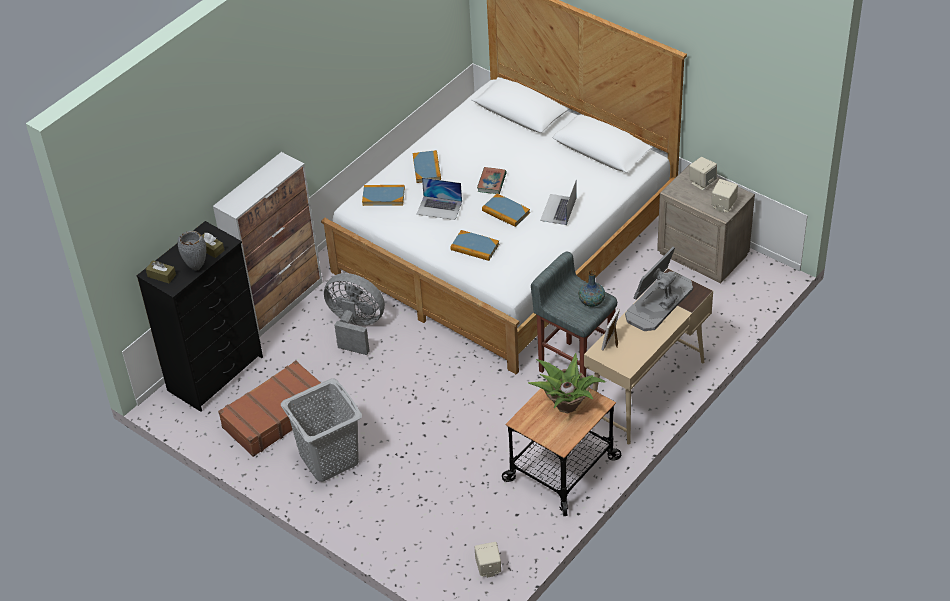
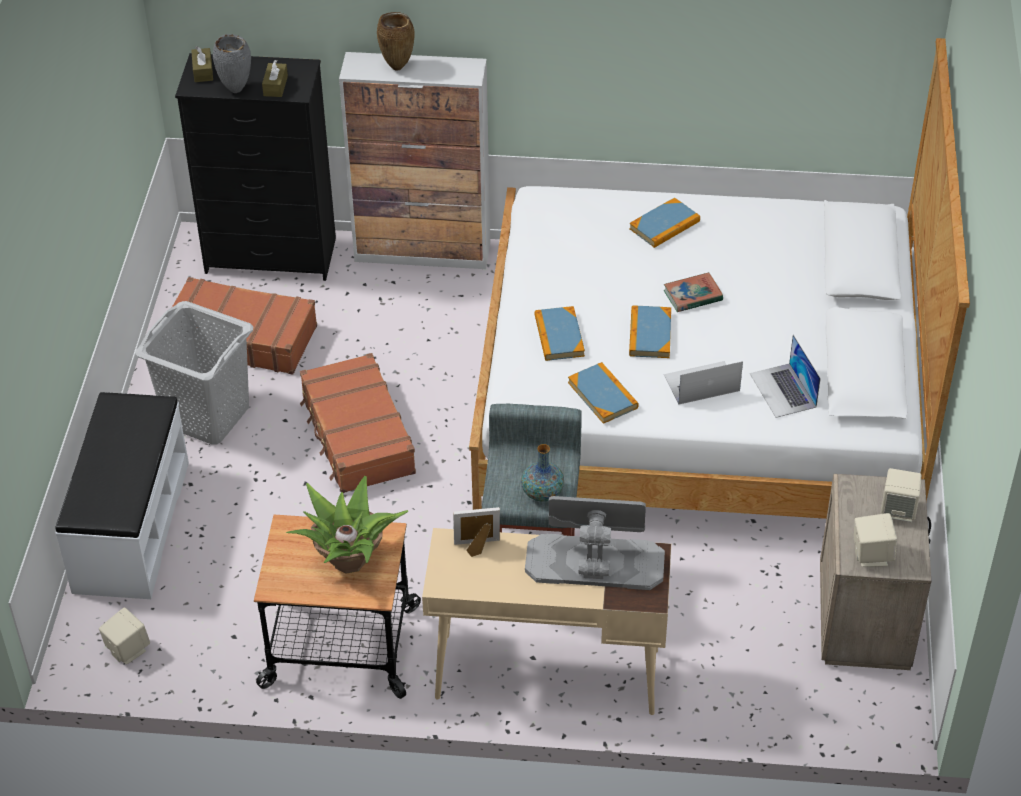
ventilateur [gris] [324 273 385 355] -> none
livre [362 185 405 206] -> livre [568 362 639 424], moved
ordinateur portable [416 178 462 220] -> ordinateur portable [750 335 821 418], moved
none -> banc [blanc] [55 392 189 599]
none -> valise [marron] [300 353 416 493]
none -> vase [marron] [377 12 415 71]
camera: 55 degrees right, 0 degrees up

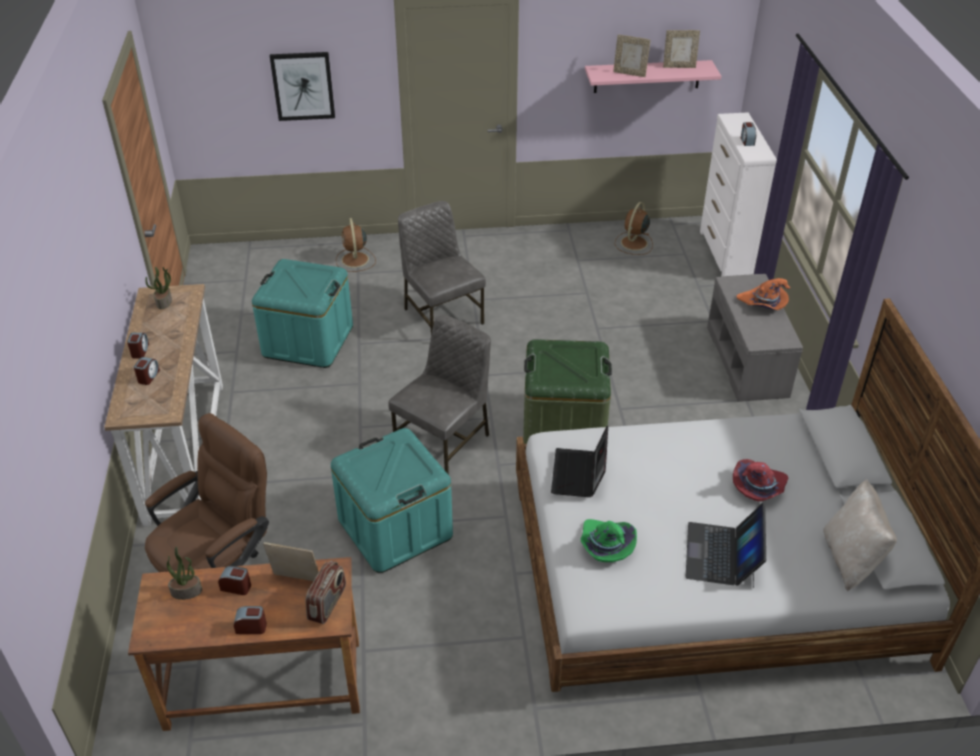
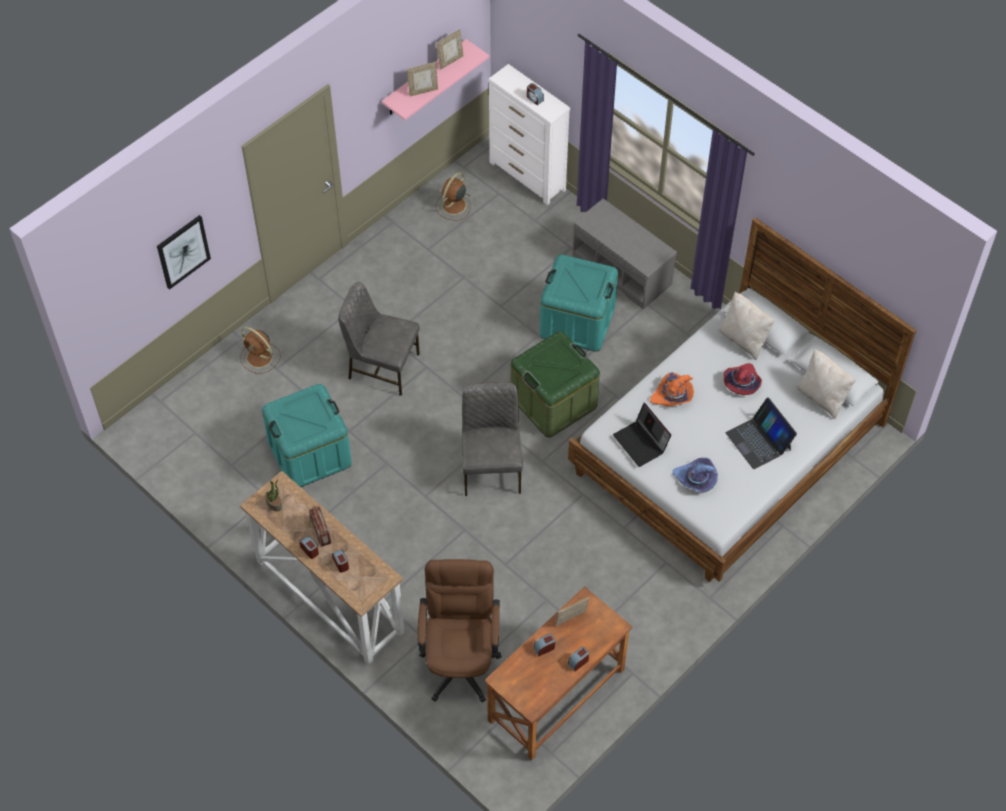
plante en pot [167 546 202 600] -> none
radio [305 561 346 624] -> radio [309 506 331 547], moved
boîte de rangement [turquoise] [331 428 453 573] -> boîte de rangement [turquoise] [540 254 618 352], moved
chapeau [vert] [581 519 637 562] -> chapeau [violet] [673 458 718 492]
ventilateur [marron] [615 202 653 255] -> ventilateur [marron] [435 172 471 221], 45 degrees clockwise
chapeau [orange] [736 278 790 310] -> chapeau [orange] [650 372 694 406], moved
none -> coussin [beige] [718 291 775 360]
camera: 40 degrees left, 15 degrees up

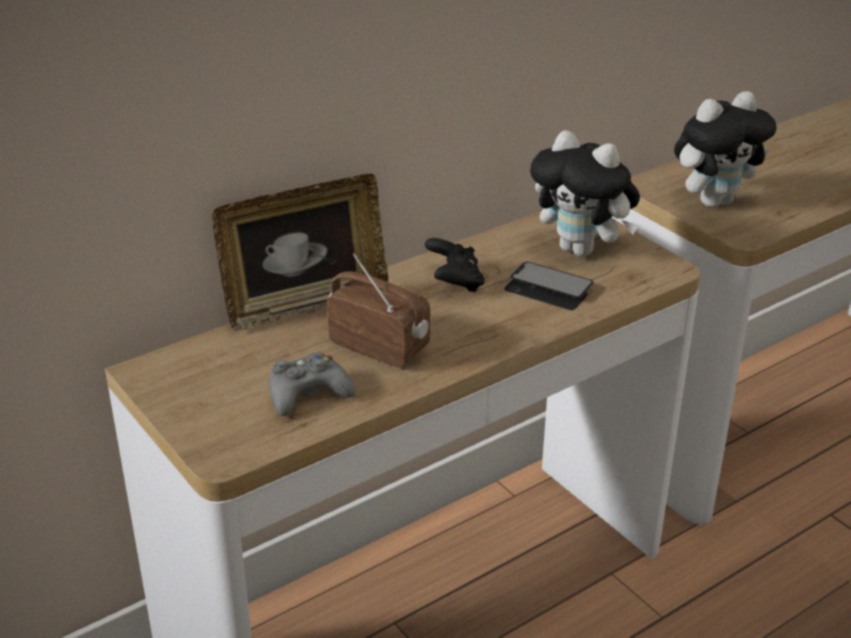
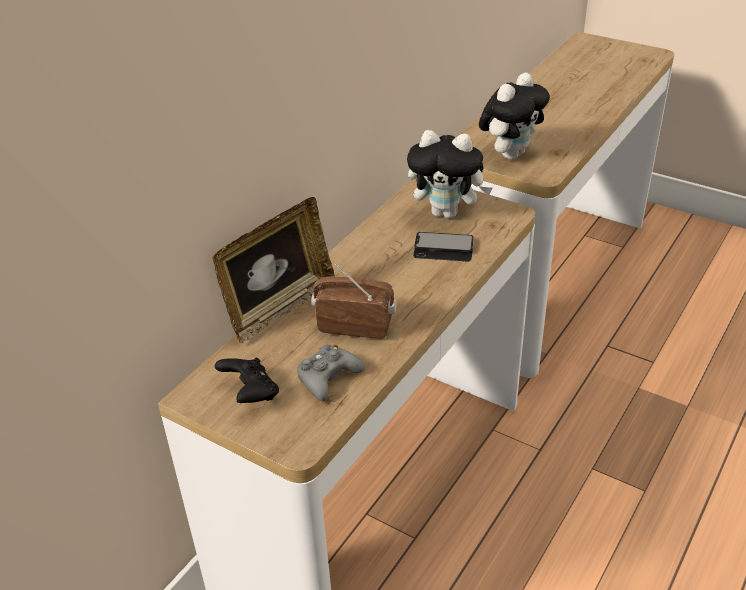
manette [noir] [425 238 485 292] -> manette [noir] [215 358 279 403], moved
camera: 20 degrees left, 5 degrees up

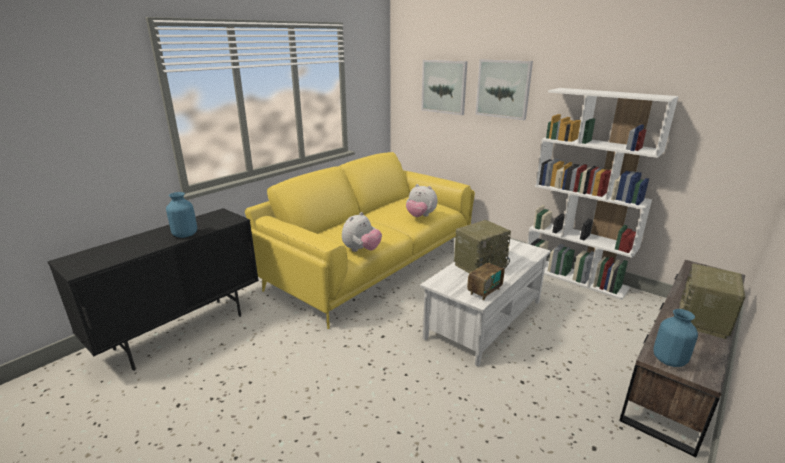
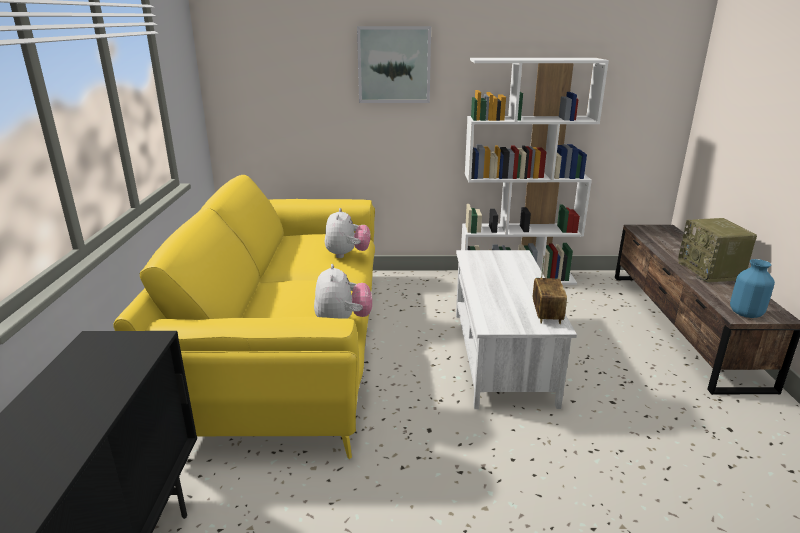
vase [bleu] [166 192 197 238] -> none
peluche [406 184 438 217] -> peluche [325 208 370 258], 75 degrees counterclockwise
tableau [421 60 468 115] -> none
radio [454 220 511 273] -> none
camera: 40 degrees left, 0 degrees up

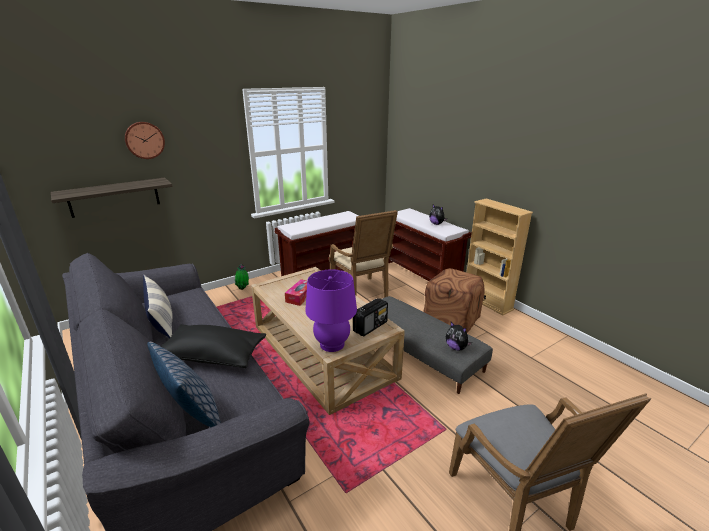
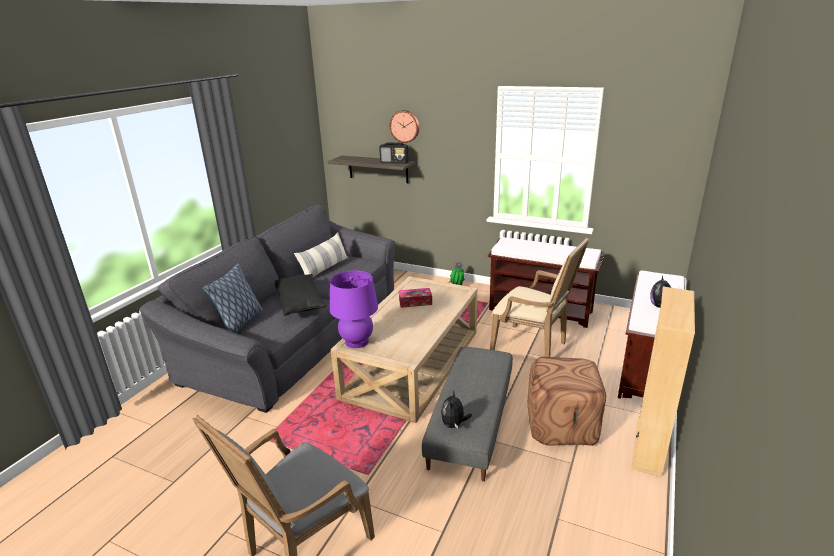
fauteuil [beige] [329 210 398 298] -> fauteuil [beige] [490 238 589 357], 90 degrees counterclockwise
radio [353 298 388 337] -> radio [379 143 408 164], moved
camera: 60 degrees right, 0 degrees up

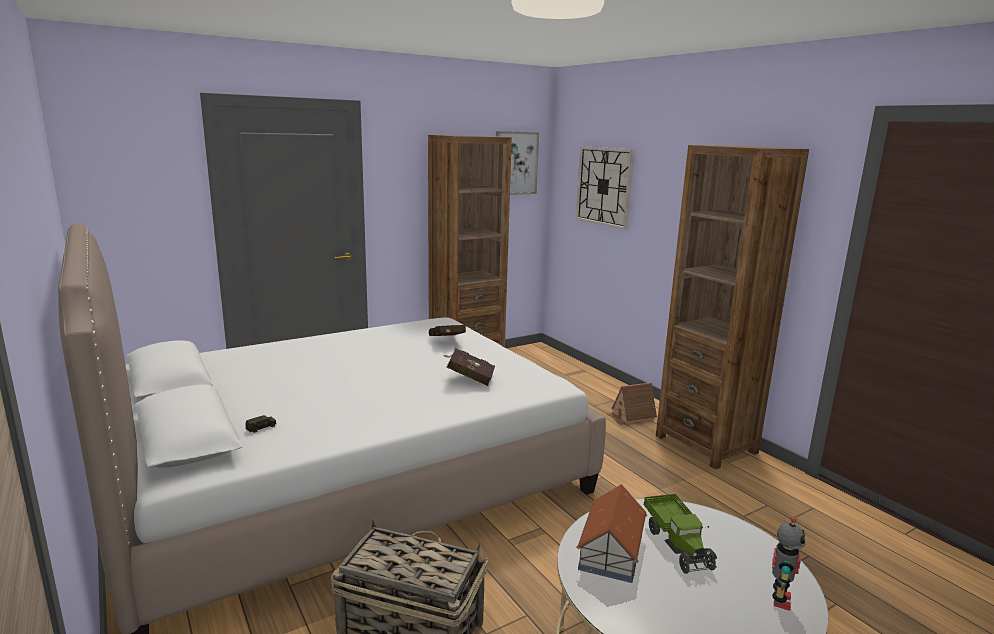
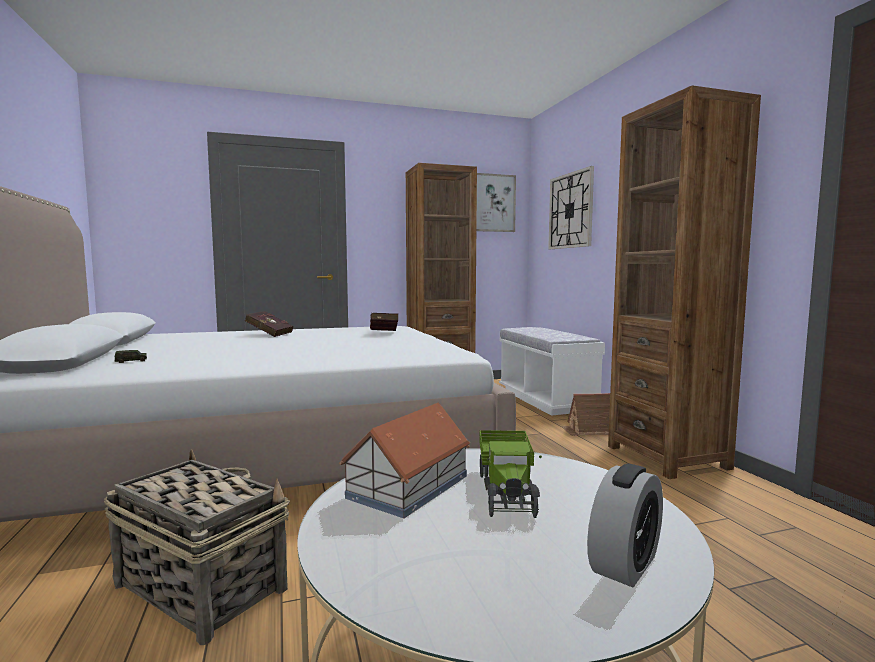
livre [rouge] [444 348 495 386] -> livre [rouge] [245 311 293 337], moved
robot jouet [772 517 806 611] -> réveil [587 463 663 587]
none -> banc [blanc] [499 327 605 416]
camera: 15 degrees right, 10 degrees down

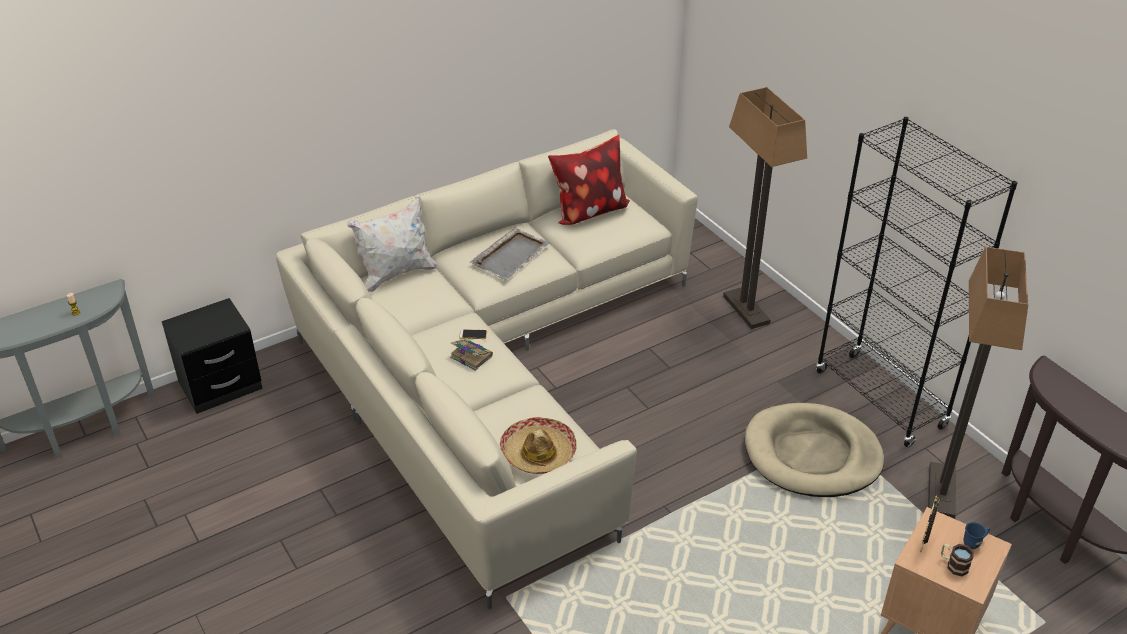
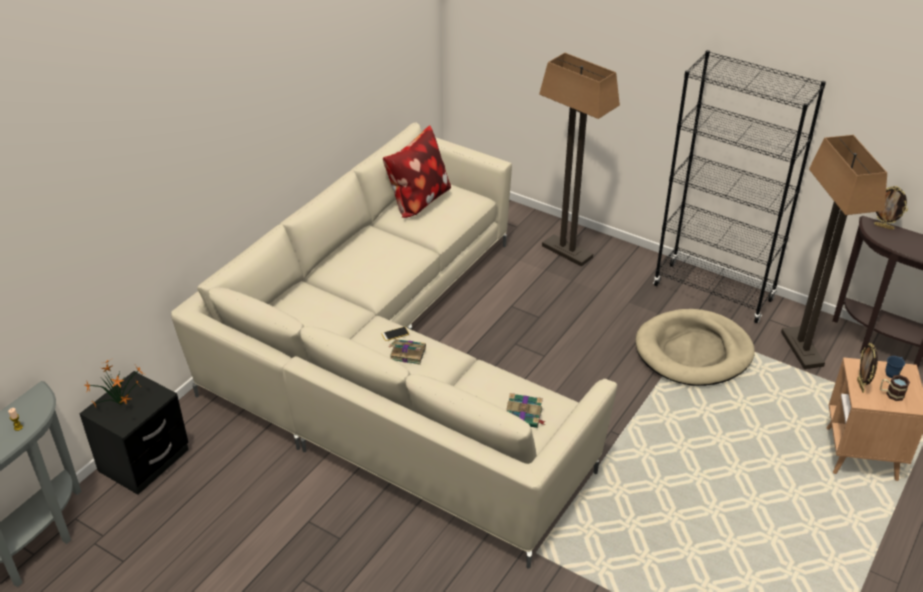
coussin [blanc] [347 196 437 292] -> none
plateau [gris] [470 227 550 281] -> none
chapeau [500 417 577 474] -> livre [506 393 546 428]
none -> plante en pot [85 360 144 408]
none -> cadre photo [874 186 908 230]
camera: 25 degrees left, 0 degrees up

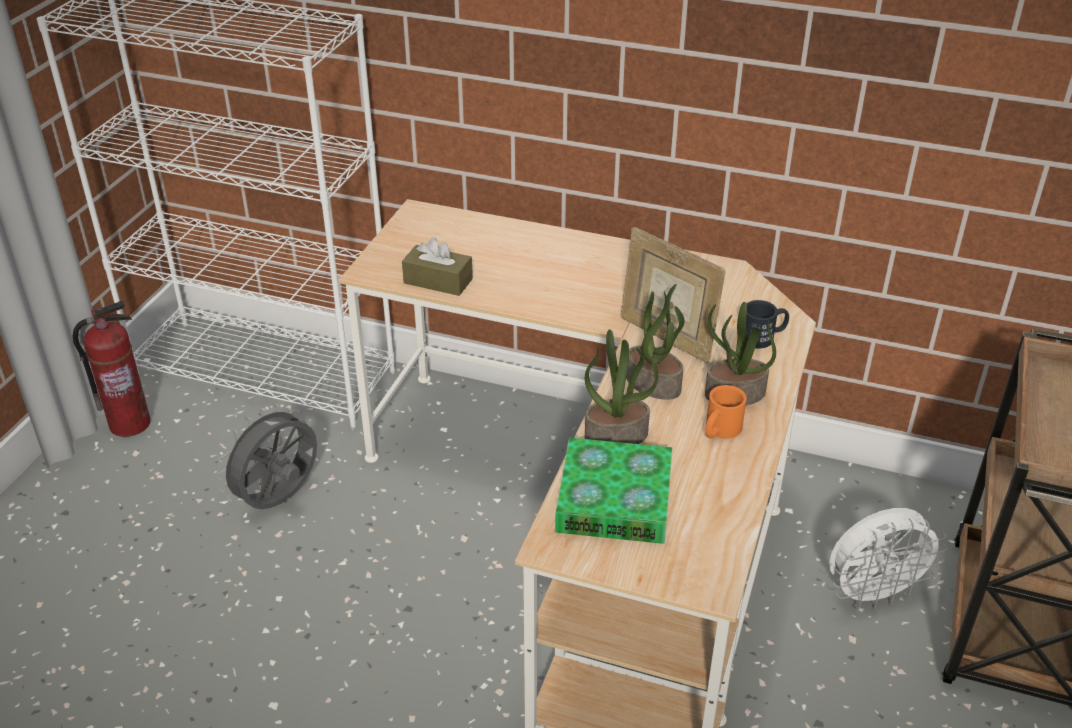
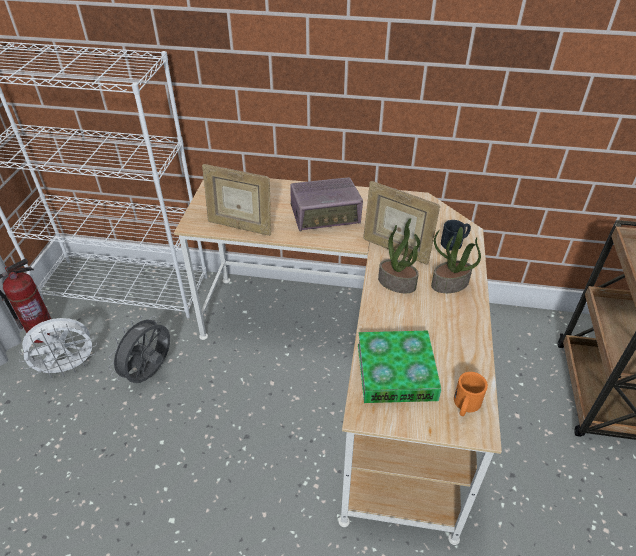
boîte à mouchoirs [marron] [402 237 473 296] -> cadre photo [202 164 271 236]
plante en pot [585 329 658 444] -> none
mug [orange] [706 385 747 438] -> mug [orange] [454 372 488 416], moved
ventilateur [blanc] [829 508 948 610] -> ventilateur [blanc] [19 318 97 378], moved
none -> radio [291 177 363 231]
camera: 10 degrees left, 5 degrees up

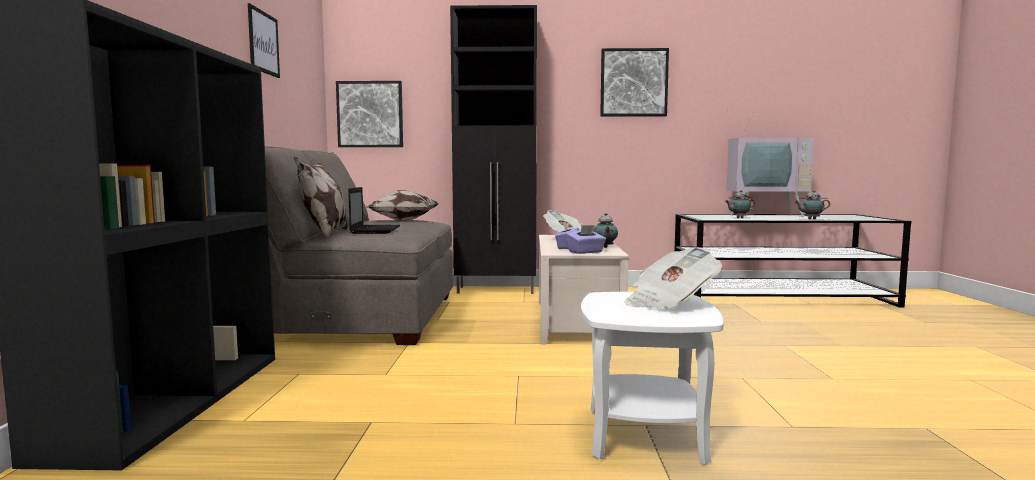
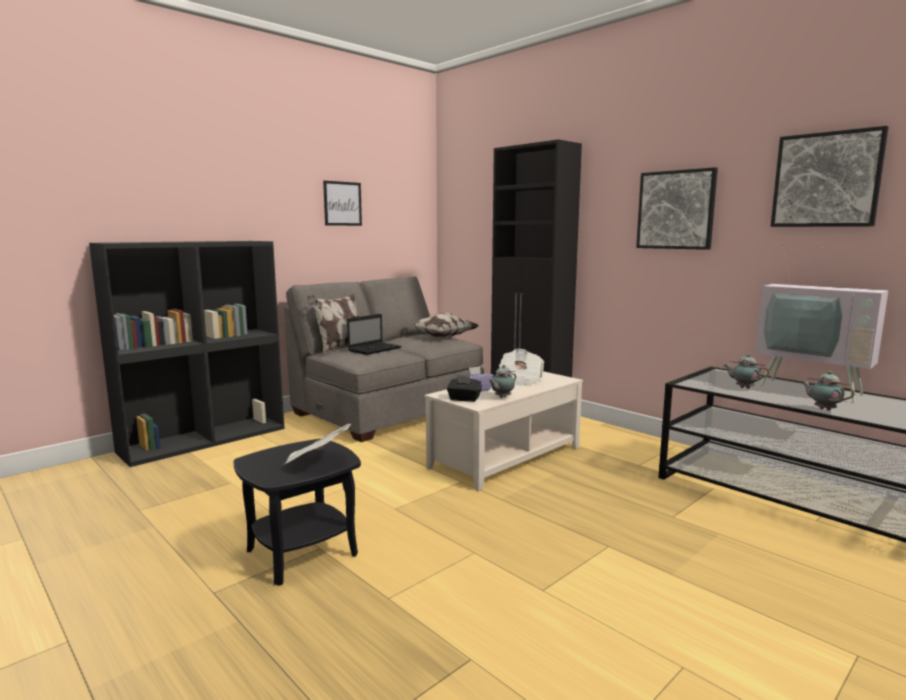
tableau [336 81 403 147] -> tableau [771 126 888 227], moved
boîte à mouchoirs [violet] [566 225 606 254] -> boîte à mouchoirs [noir] [447 375 482 402]
table d'appoint [blanc] [581 292 723 465] -> table d'appoint [noir] [233 439 361 586]
camera: 45 degrees right, 5 degrees up

